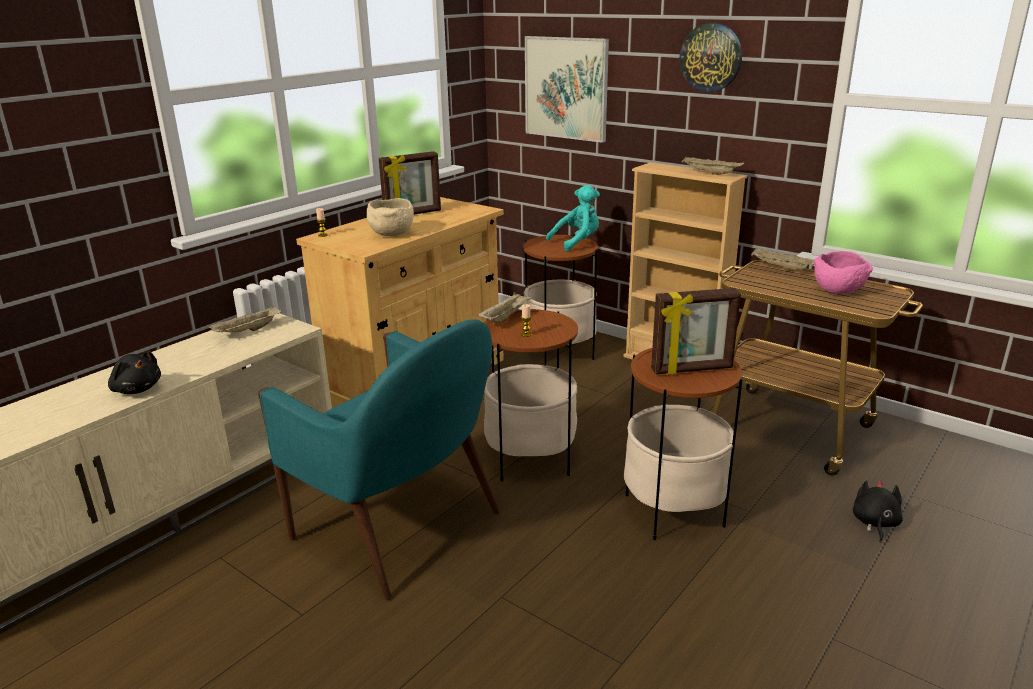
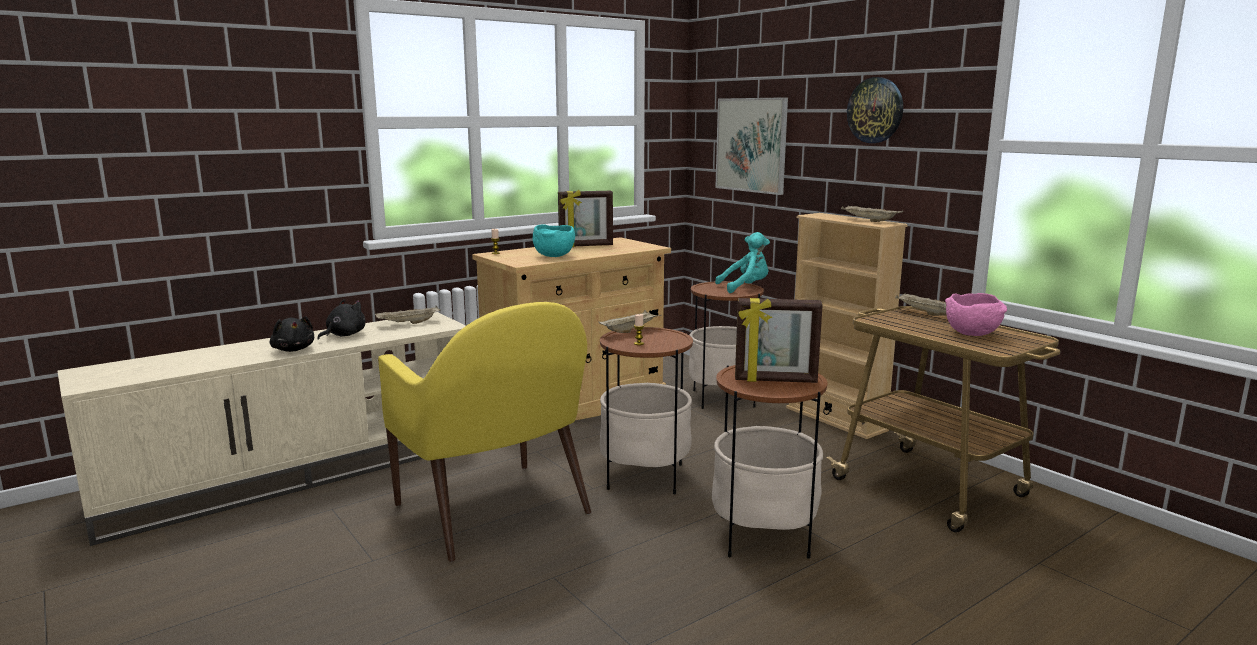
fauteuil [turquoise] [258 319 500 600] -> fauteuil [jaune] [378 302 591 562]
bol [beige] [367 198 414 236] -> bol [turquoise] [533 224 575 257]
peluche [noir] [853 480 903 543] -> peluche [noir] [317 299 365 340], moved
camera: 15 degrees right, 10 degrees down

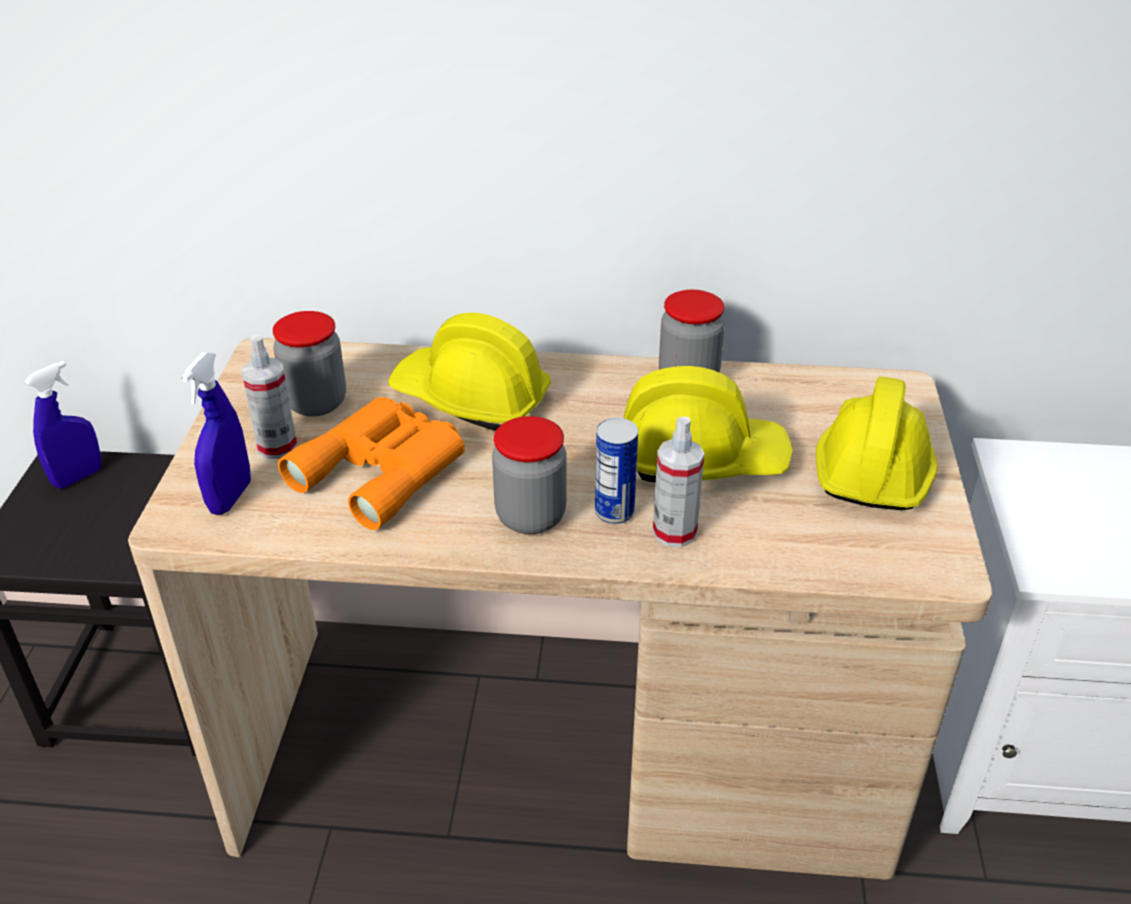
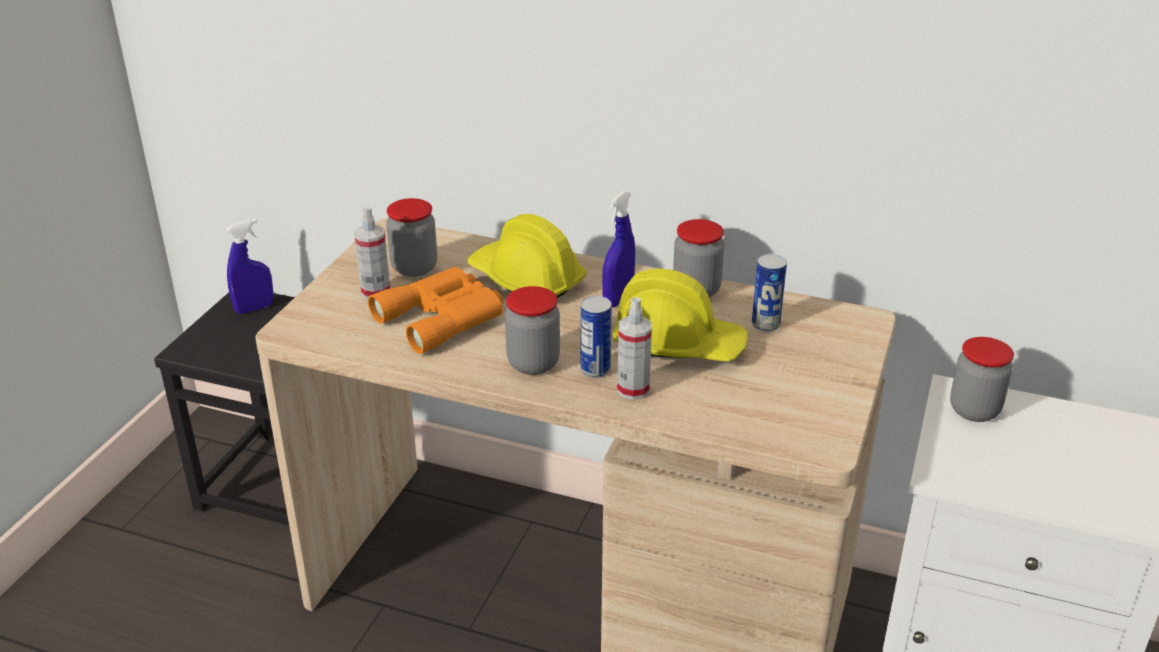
vaporisateur [bleu] [181 352 251 515] -> vaporisateur [bleu] [602 191 635 307], moved
casque de chantier [jaune] [816 377 938 510] -> none
none -> boîte métallique [752 254 787 332]
none -> bocal [950 337 1014 422]
camera: 15 degrees right, 5 degrees down

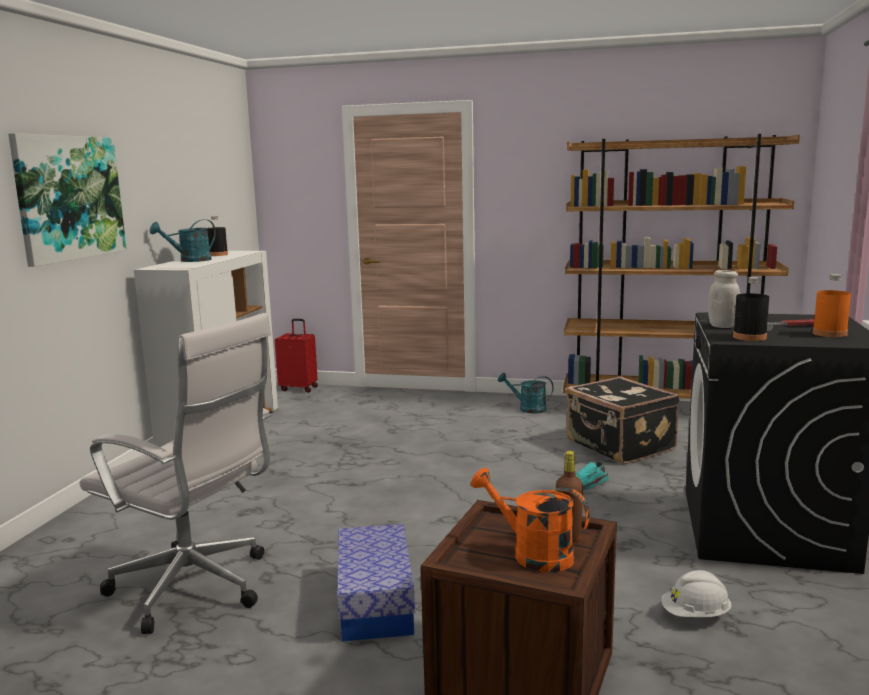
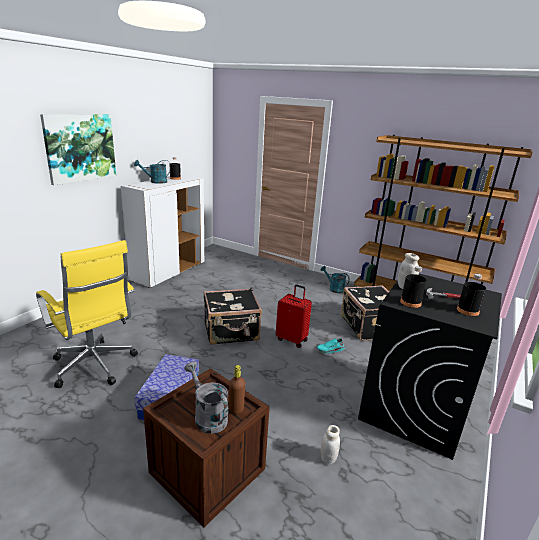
chaise de bureau [blanc] [80 313 272 634] -> chaise de bureau [jaune] [36 240 138 388]
valise [rouge] [275 319 318 393] -> valise [rouge] [276 285 312 348], moved
arrosoir [orange] [471 468 589 573] -> arrosoir [gris] [184 362 228 434]
casque de chantier [blanc] [661 570 731 617] -> bocal [blanc] [321 425 340 465]
bouteille [orange] [813 274 851 337] -> bouteille [noir] [457 274 486 316]
none -> valise [noir] [204 288 262 345]
camera: 15 degrees right, 10 degrees up

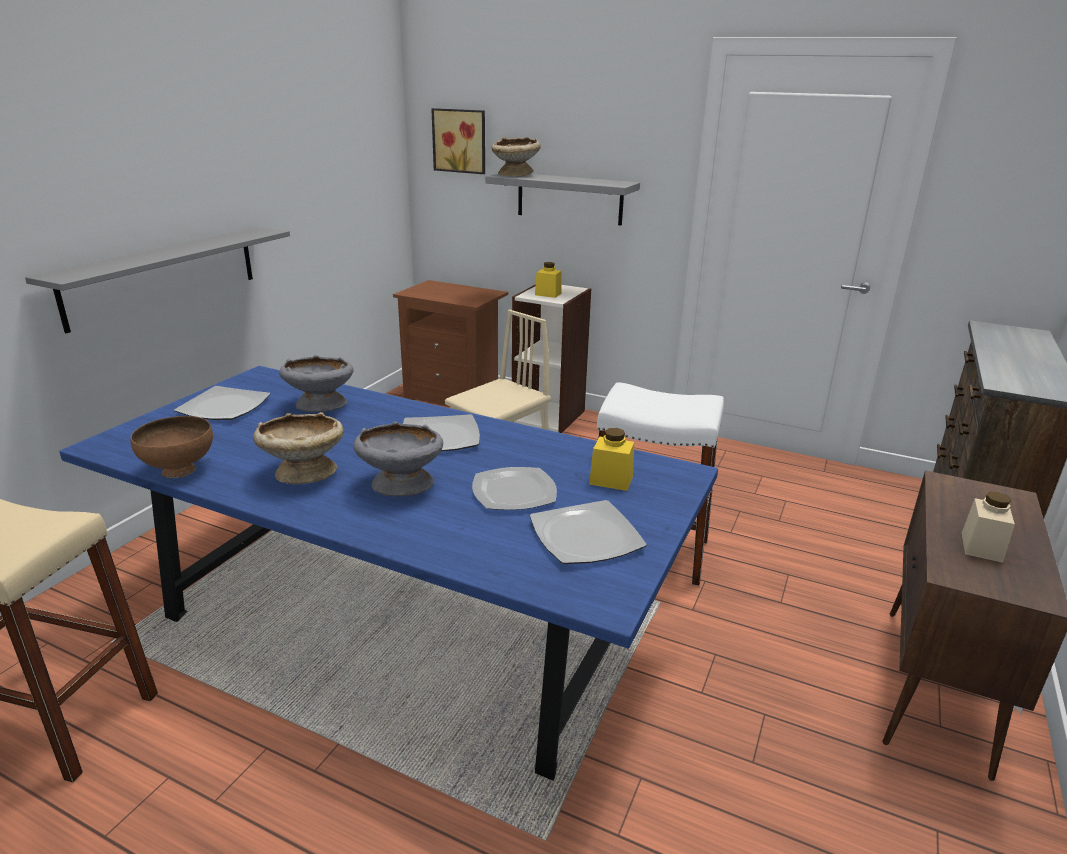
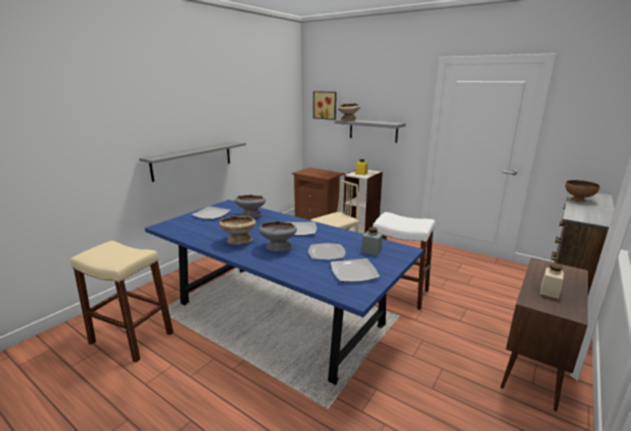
bol [marron] [131 416 213 478] -> bol [marron] [565 180 600 202], moved
bocal [jaune] [589 428 634 491] -> bocal [gris] [361 227 382 256]
camera: 10 degrees right, 5 degrees down

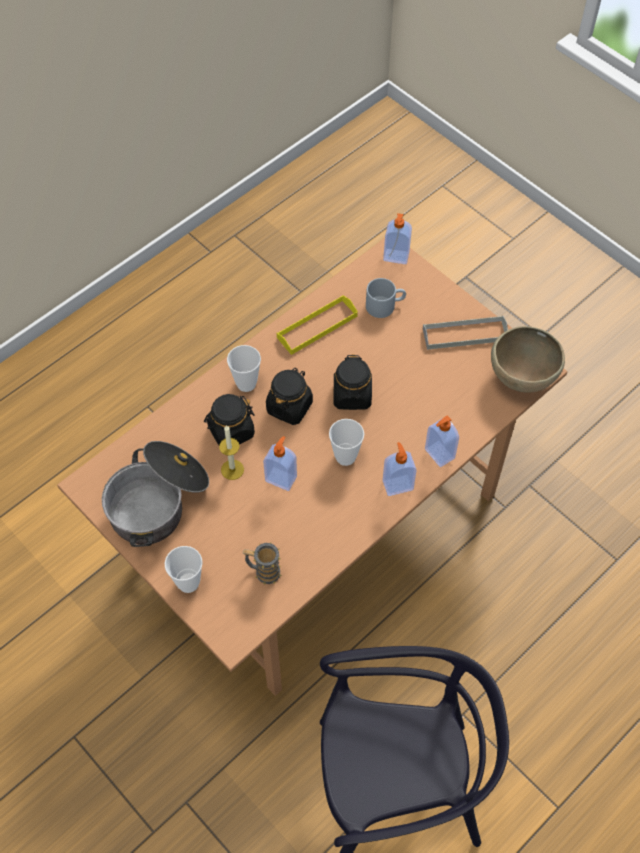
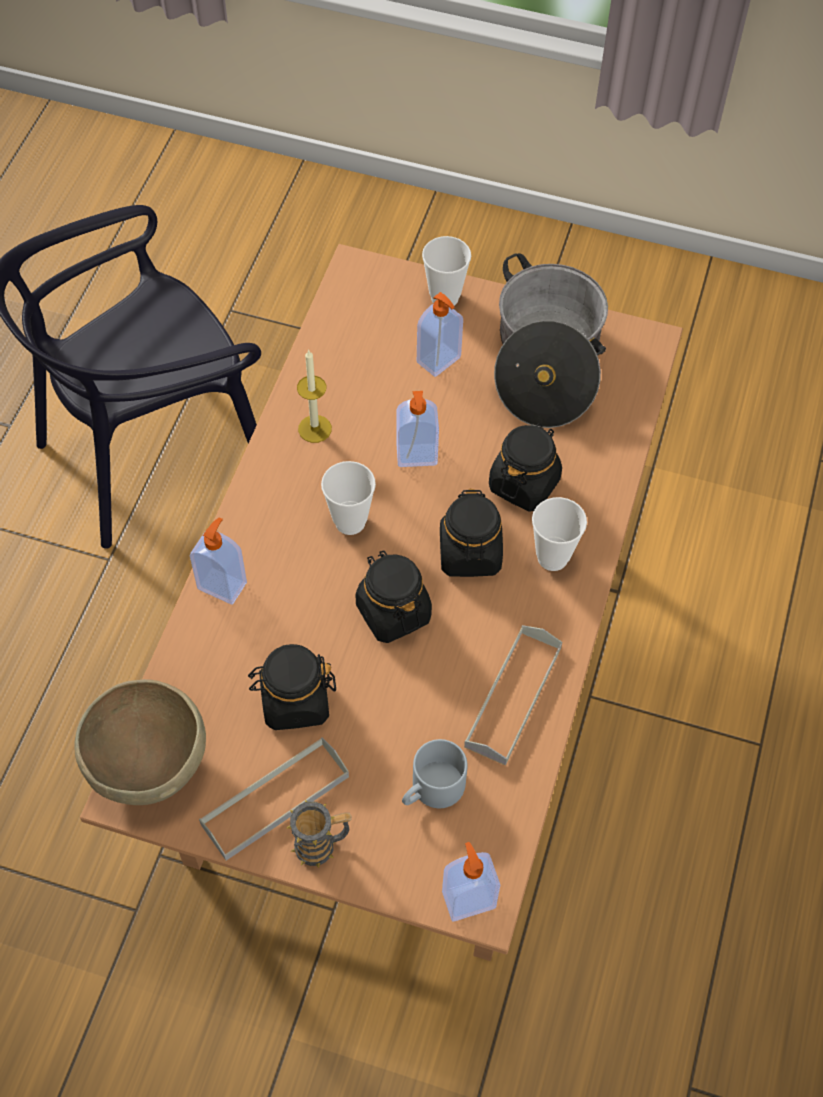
bougie [219 425 244 480] -> bougie [297 350 332 443], moved
mug [243 543 282 585] -> mug [287 800 352 868], moved
plateau [jaune] [277 295 358 355] -> plateau [gris] [464 625 562 766]
distributeur de savon [383 442 416 496] -> distributeur de savon [417 292 463 377], moved
none -> bocal [noir] [248 644 336 730]
camera: 150 degrees right, 0 degrees up

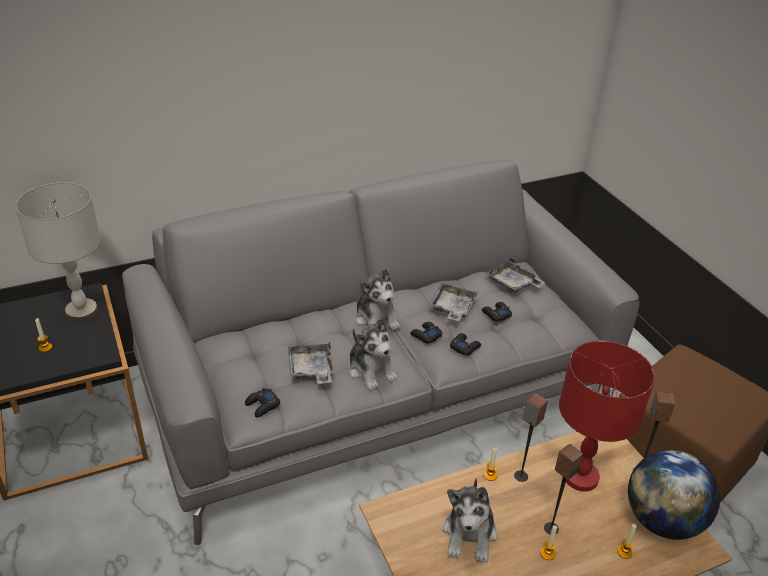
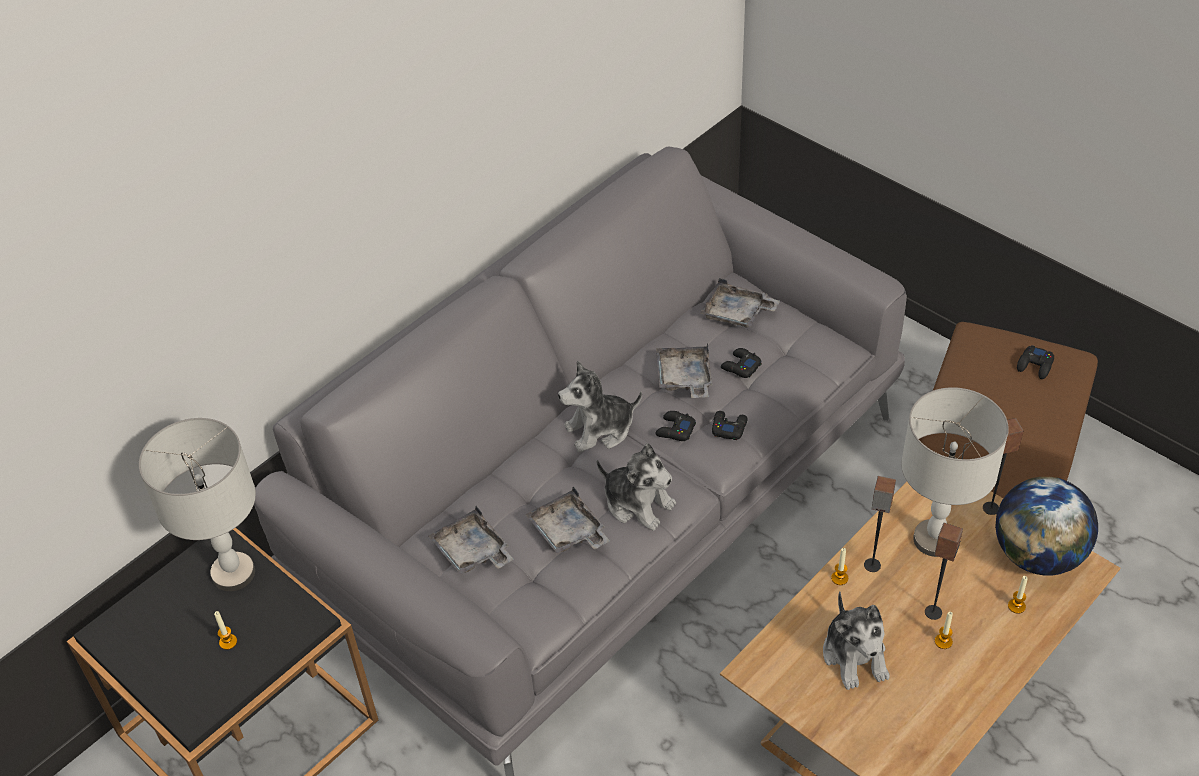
manette [noir] [245 388 280 418] -> manette [noir] [1017 345 1054 379], moved
peluche [355 269 400 330] -> peluche [558 360 642 452], 120 degrees clockwise
lampe de table [rouge] [559 341 655 492] -> lampe de table [gris] [901 387 1009 557]
none -> plateau [gris] [429 506 513 574]
camera: 20 degrees left, 10 degrees up

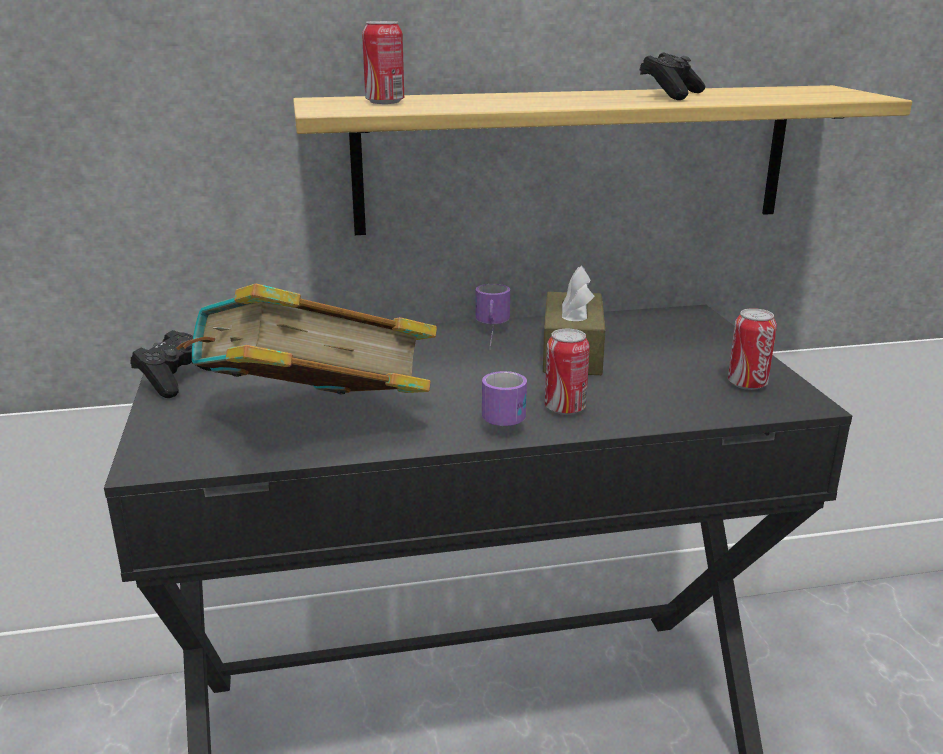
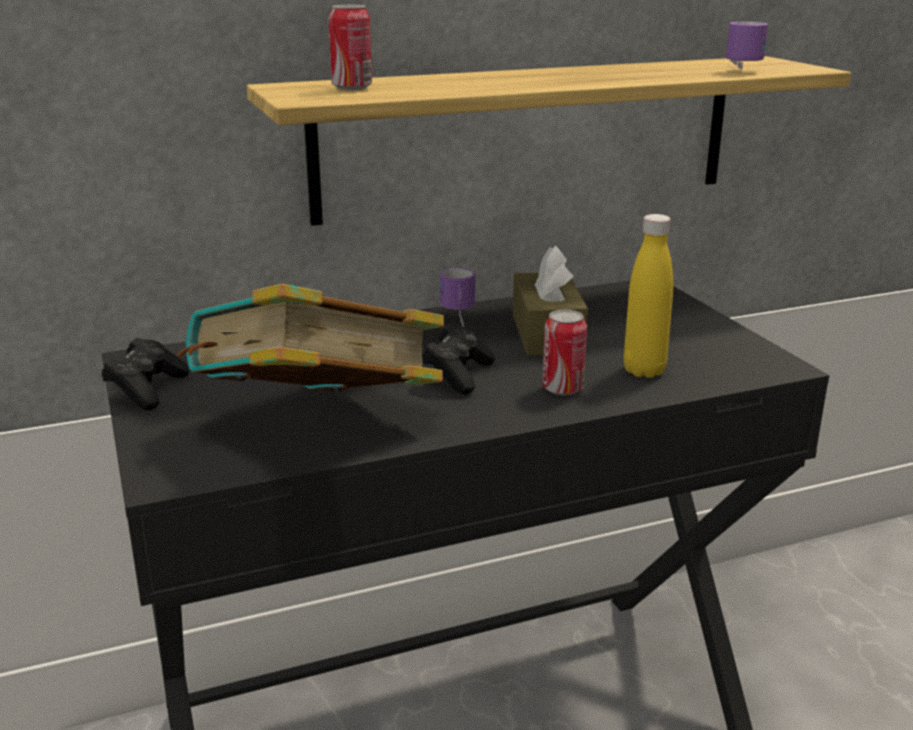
mug [482 371 527 427] -> mug [726 21 768 69], moved
manette [noir] [639 52 705 100] -> manette [noir] [422 324 495 395], moved
boîte métallique [728 308 777 390] -> none
none -> bouteille [jaune] [624 214 673 378]
camera: 10 degrees left, 0 degrees up

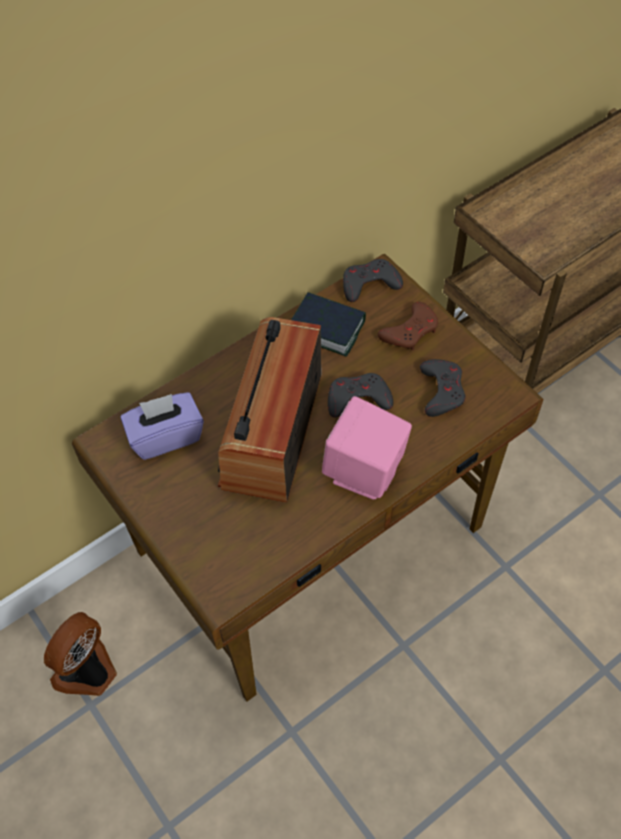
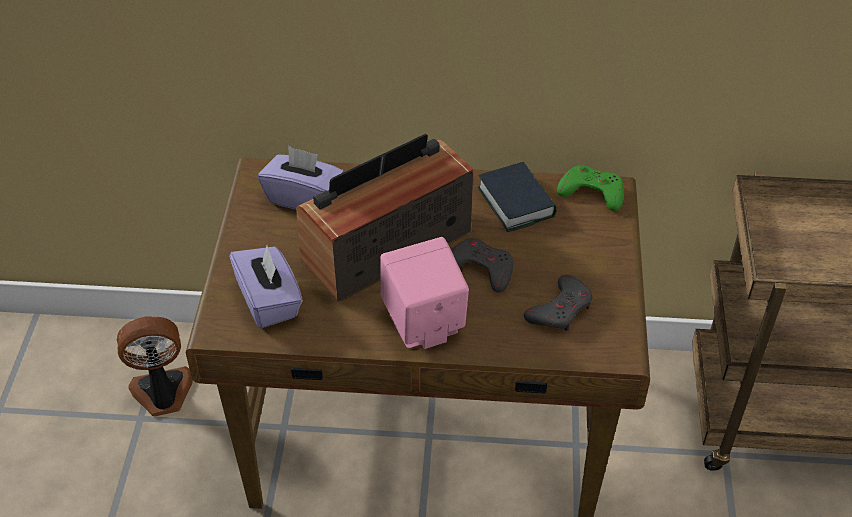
manette [gris] [343 259 403 302] -> manette [vert] [557 165 624 211]
manette [marron] [378 302 438 351] -> none
none -> boîte à mouchoirs [violet] [229 246 303 328]
camera: 40 degrees right, 10 degrees down

